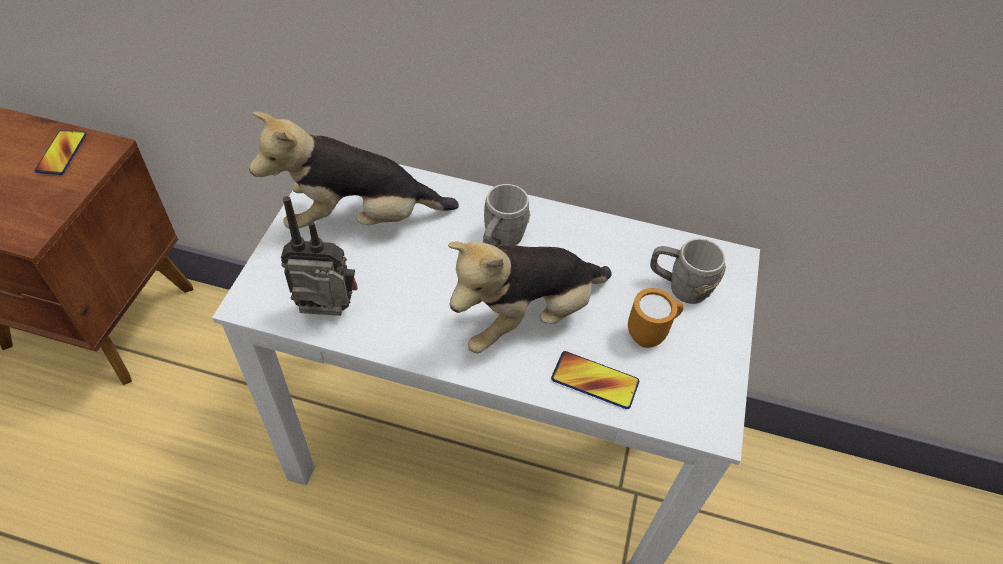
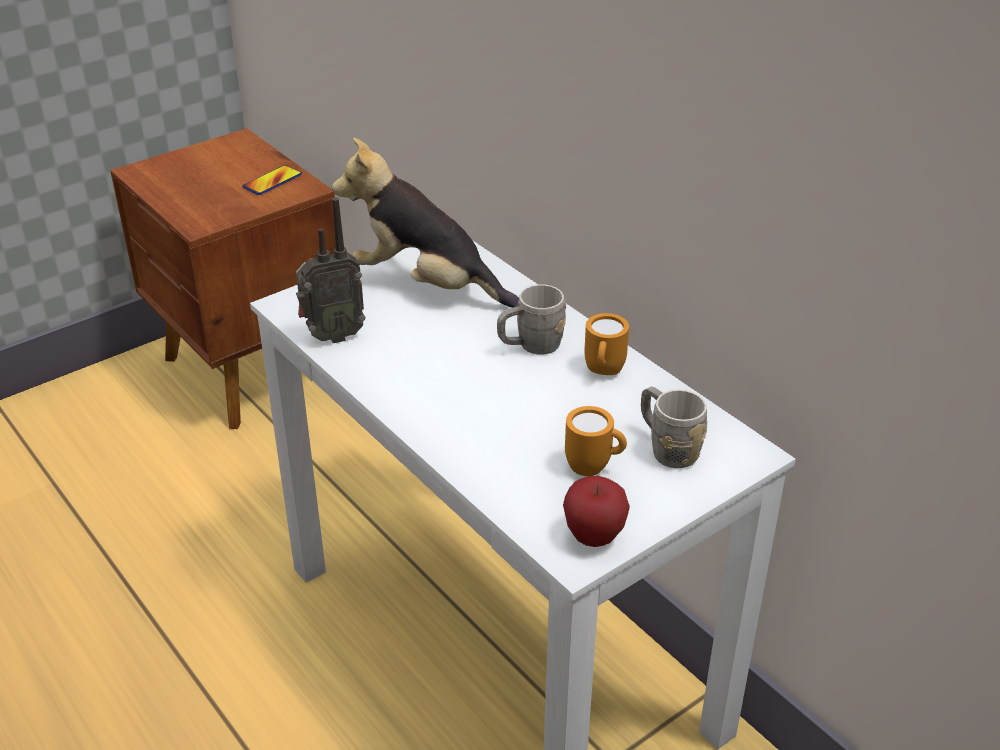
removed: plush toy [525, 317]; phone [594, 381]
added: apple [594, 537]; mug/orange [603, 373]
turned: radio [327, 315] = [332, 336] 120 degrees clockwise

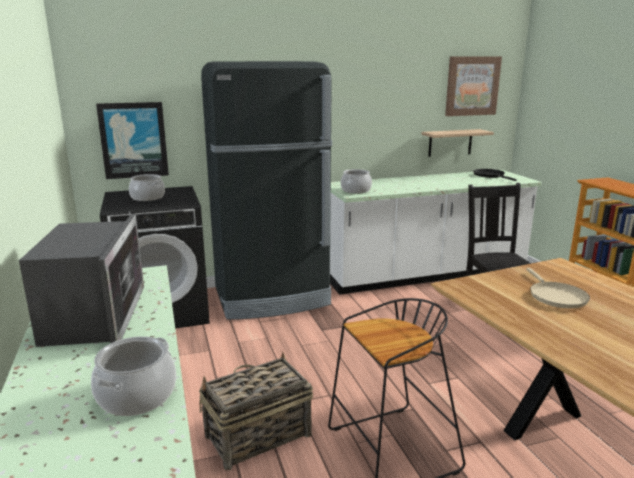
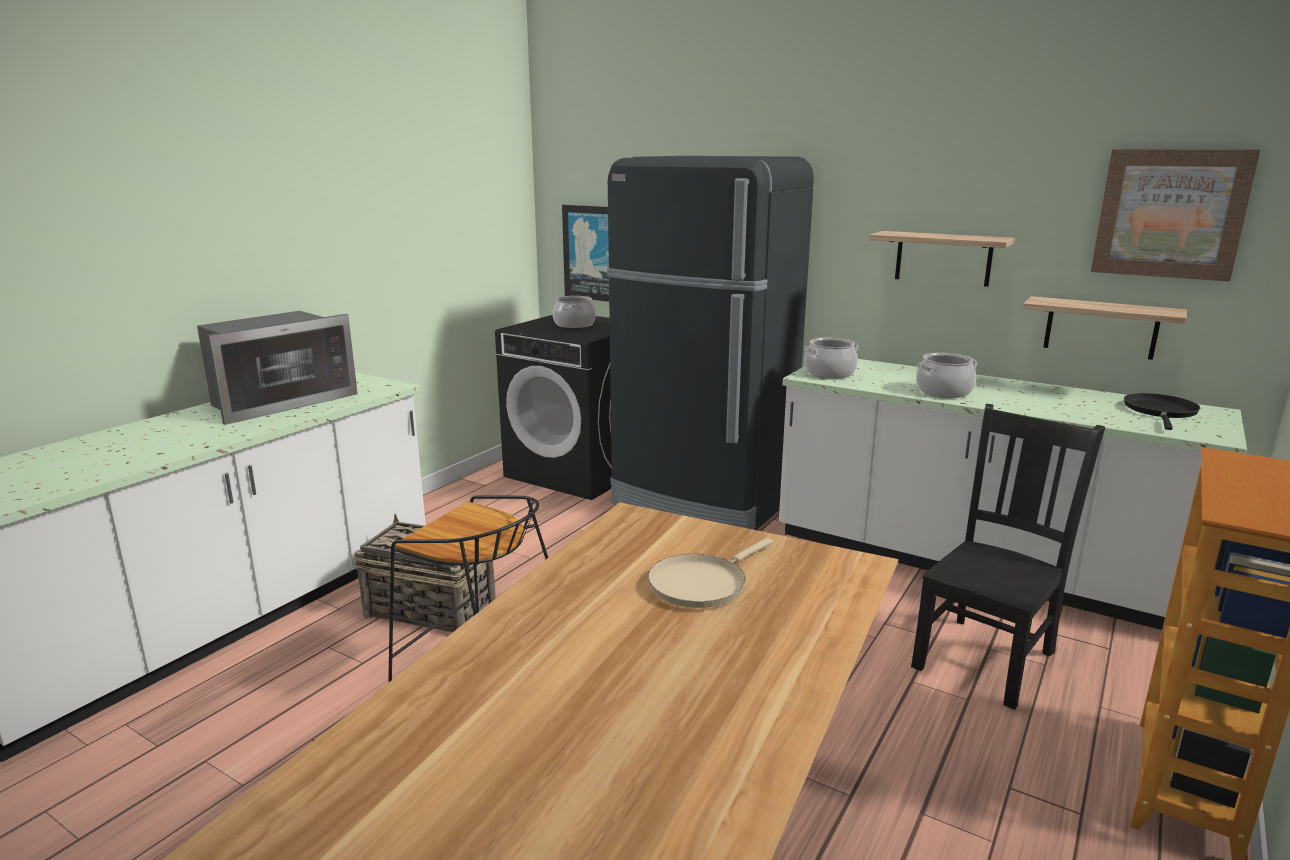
added: shelf [943, 258]
moved: cooking pot [136, 395] to [943, 391]

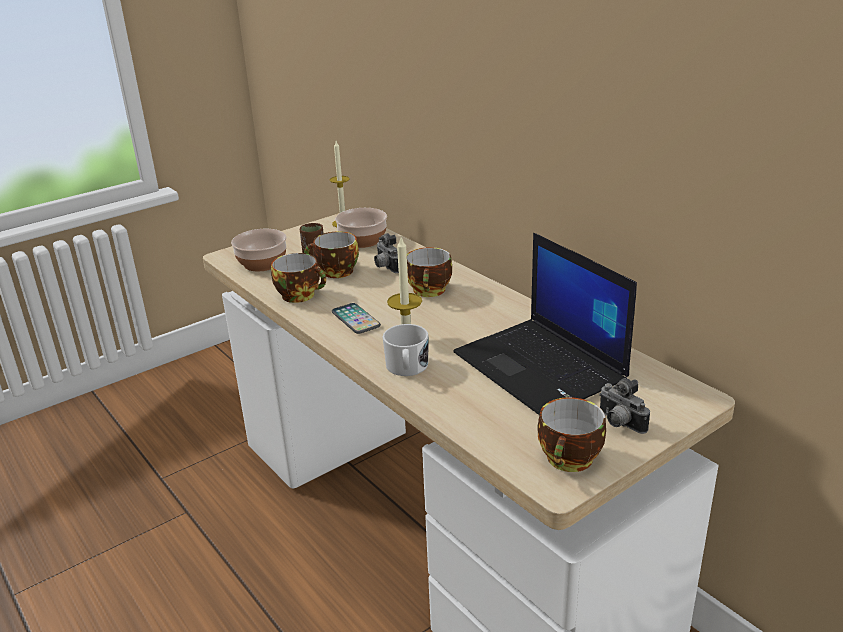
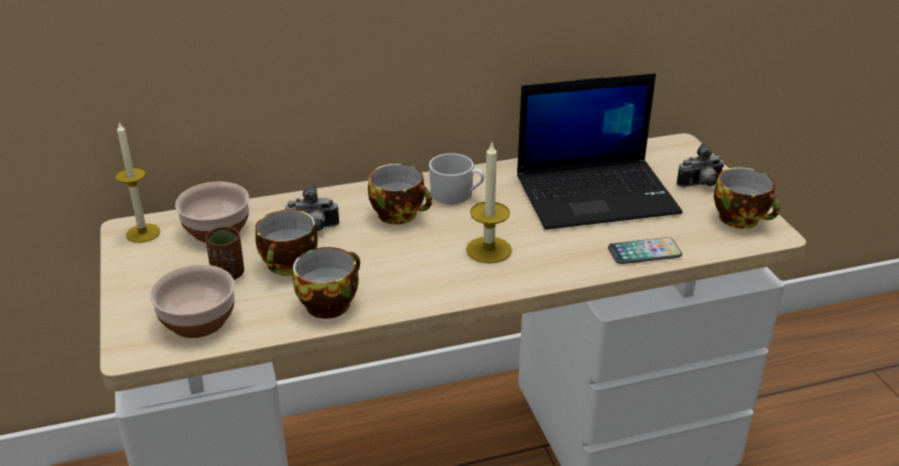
moved: phone [355, 319] to [644, 252]; mug/white [407, 368] to [457, 194]

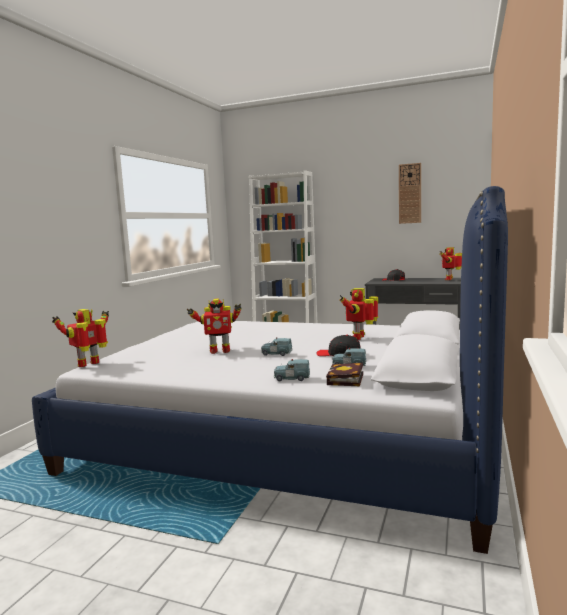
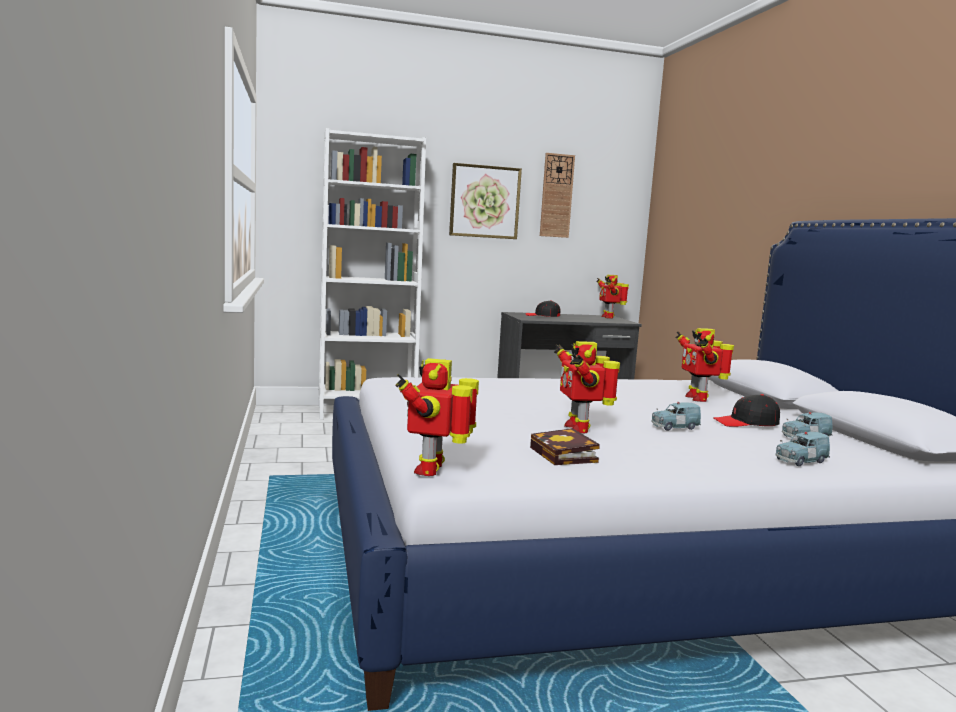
added: picture [484, 201]
moved: book [346, 380] to [566, 455]
turned: toy robot [219, 351] = [579, 428] 120 degrees clockwise

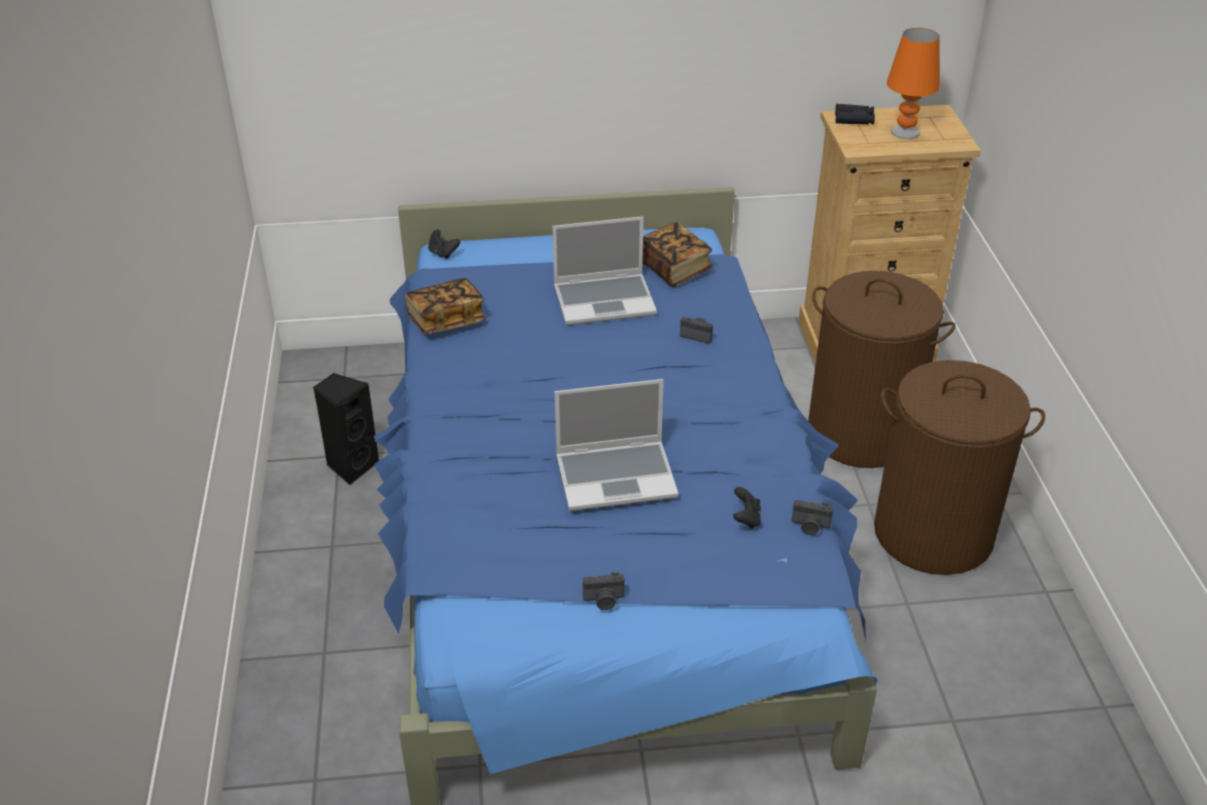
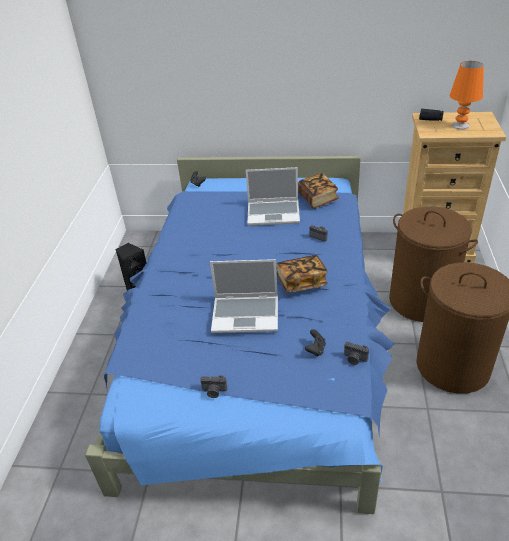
moved: book [446, 320] to [301, 282]

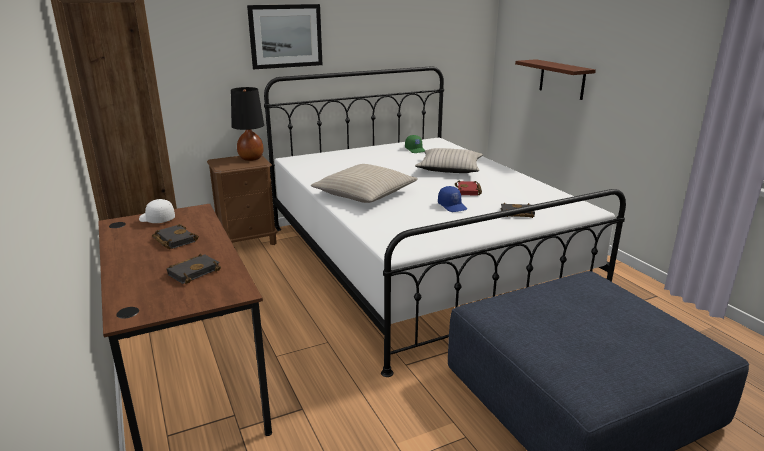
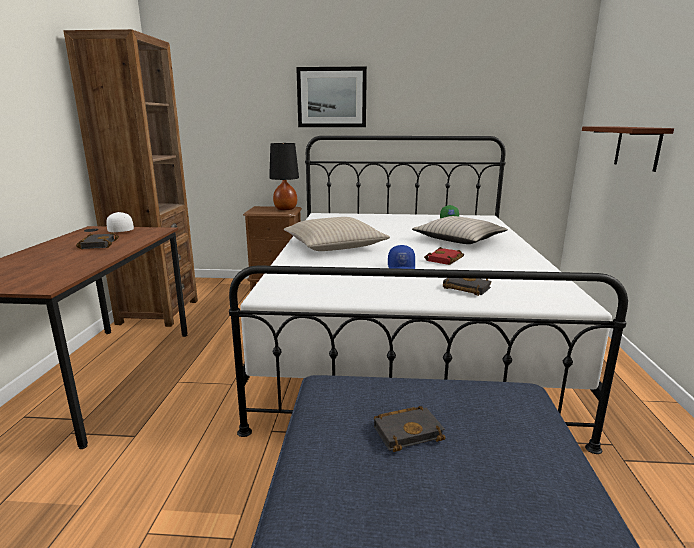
moved: book/black [194, 271] to [408, 431]

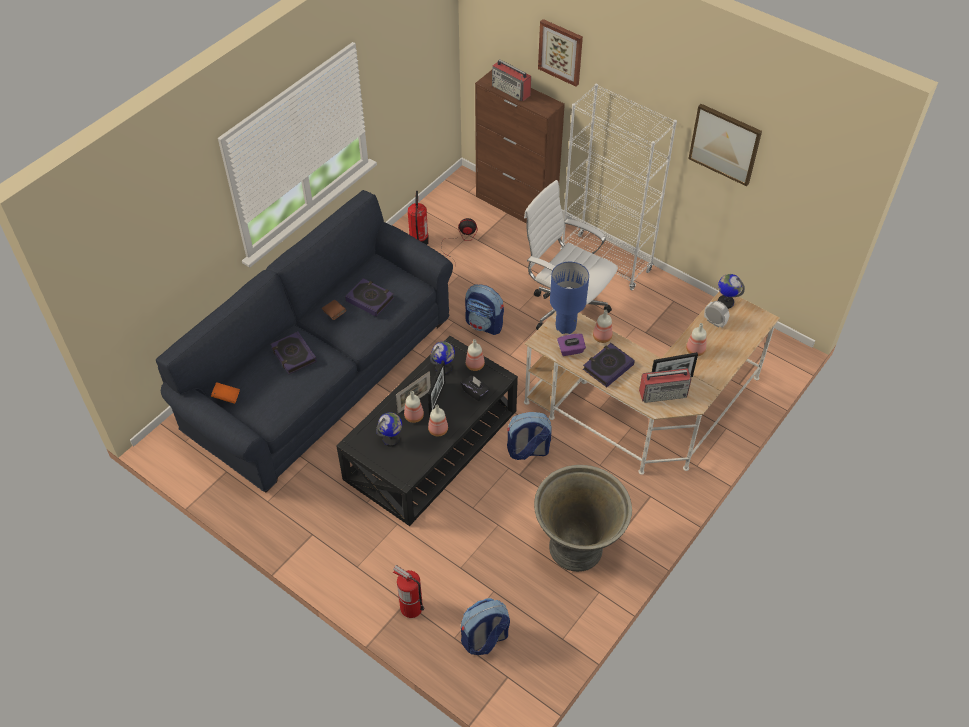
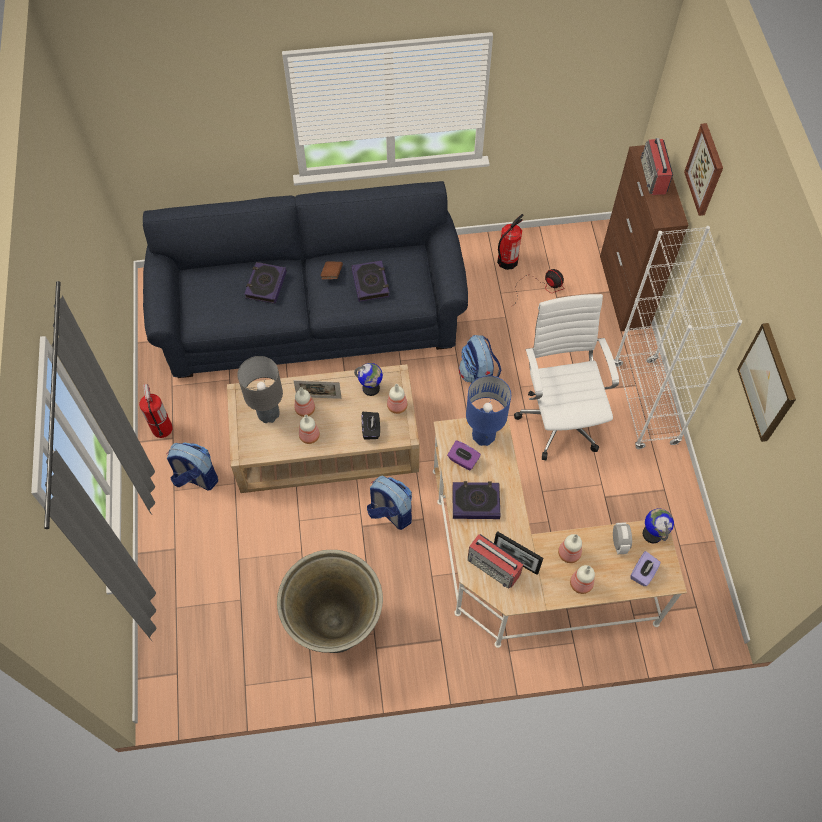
removed: book/orange [226, 397]; picture frame [437, 398]
added: tissue box/purple [643, 573]
moved: fire extinguisher [411, 607] to [162, 428]; backpack [484, 639] to [196, 478]; bottle [602, 337] to [580, 584]
replaced: globe [391, 439] to table lamp/grey [268, 414]
recoloured: coffee table/black [430, 444] to coffee table/beige [326, 441]

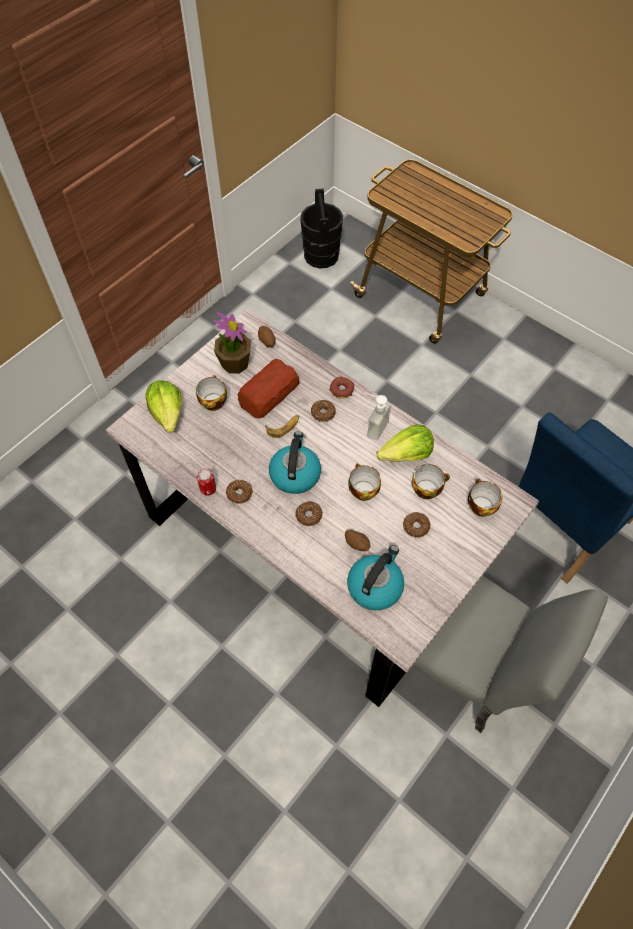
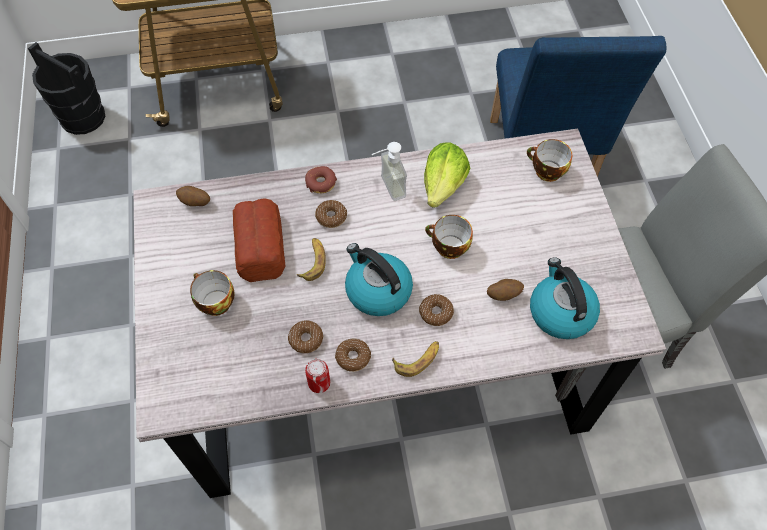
removed: lettuce [168, 414]; potted plant [235, 363]; cup [427, 488]
added: banana [417, 359]
moved: donut [416, 526] to [306, 339]

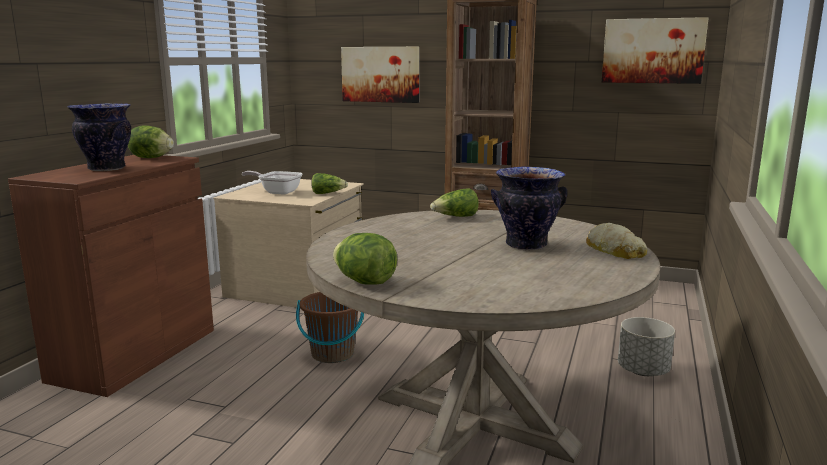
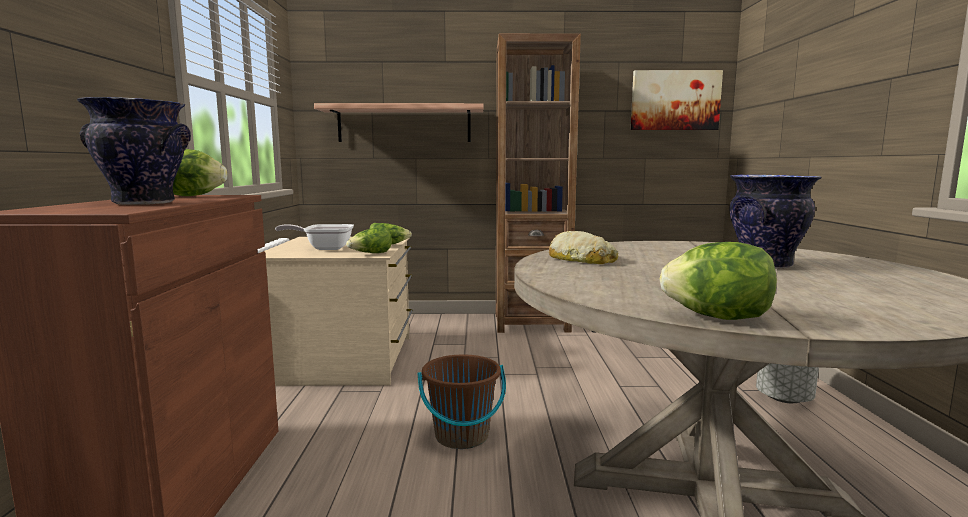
moved: lettuce [455, 217] to [371, 254]; bread [615, 250] to [581, 259]
replaced: picture [380, 74] to shelf [404, 124]

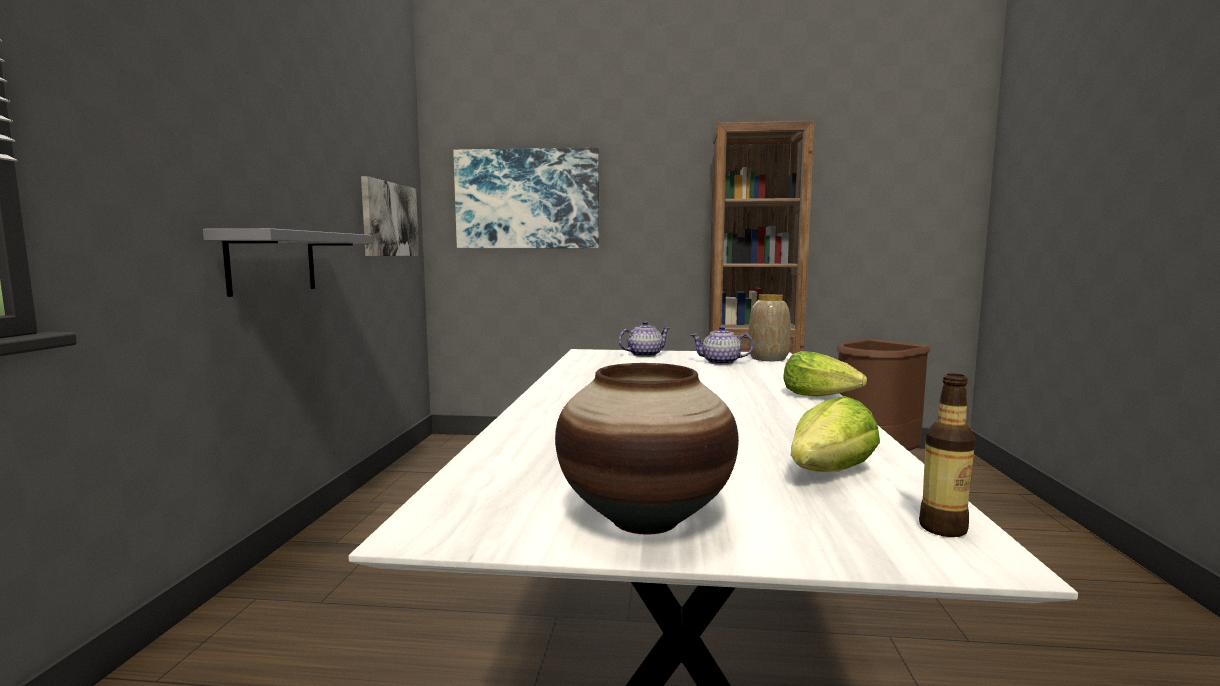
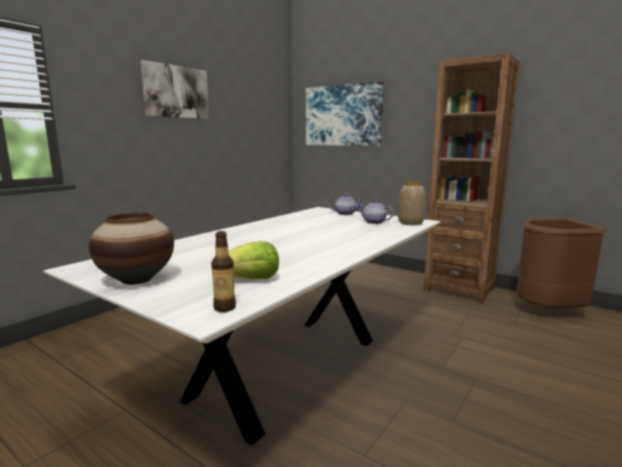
removed: shelf/grey [272, 262]; lettuce [820, 396]
moved: picture [389, 219] to [176, 92]

